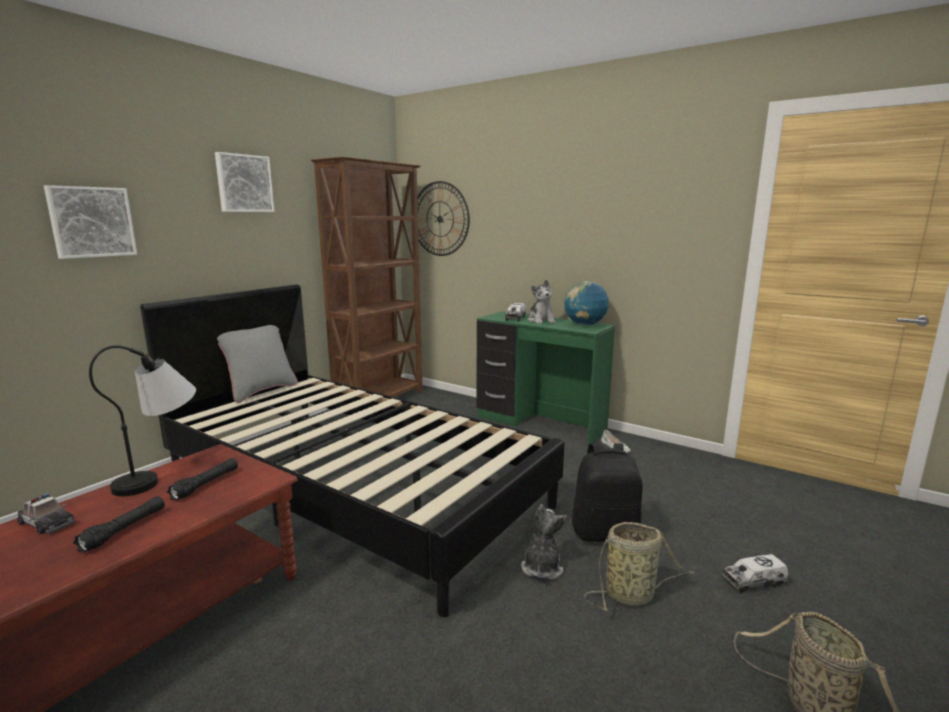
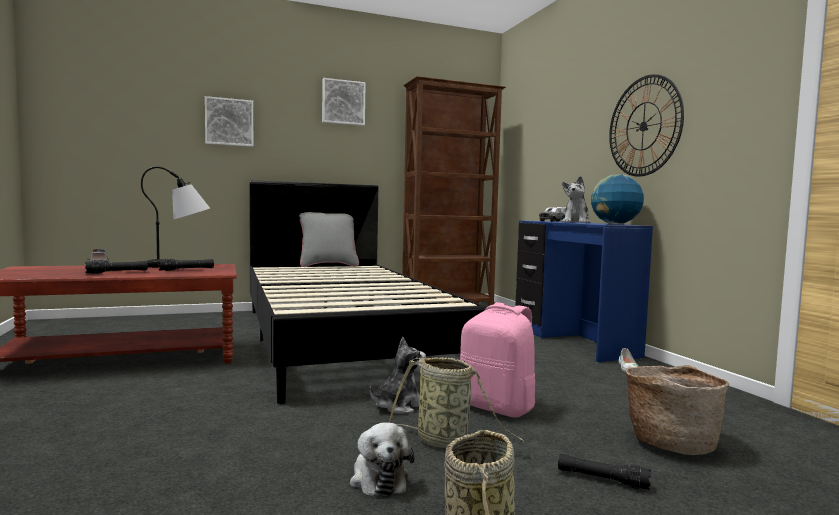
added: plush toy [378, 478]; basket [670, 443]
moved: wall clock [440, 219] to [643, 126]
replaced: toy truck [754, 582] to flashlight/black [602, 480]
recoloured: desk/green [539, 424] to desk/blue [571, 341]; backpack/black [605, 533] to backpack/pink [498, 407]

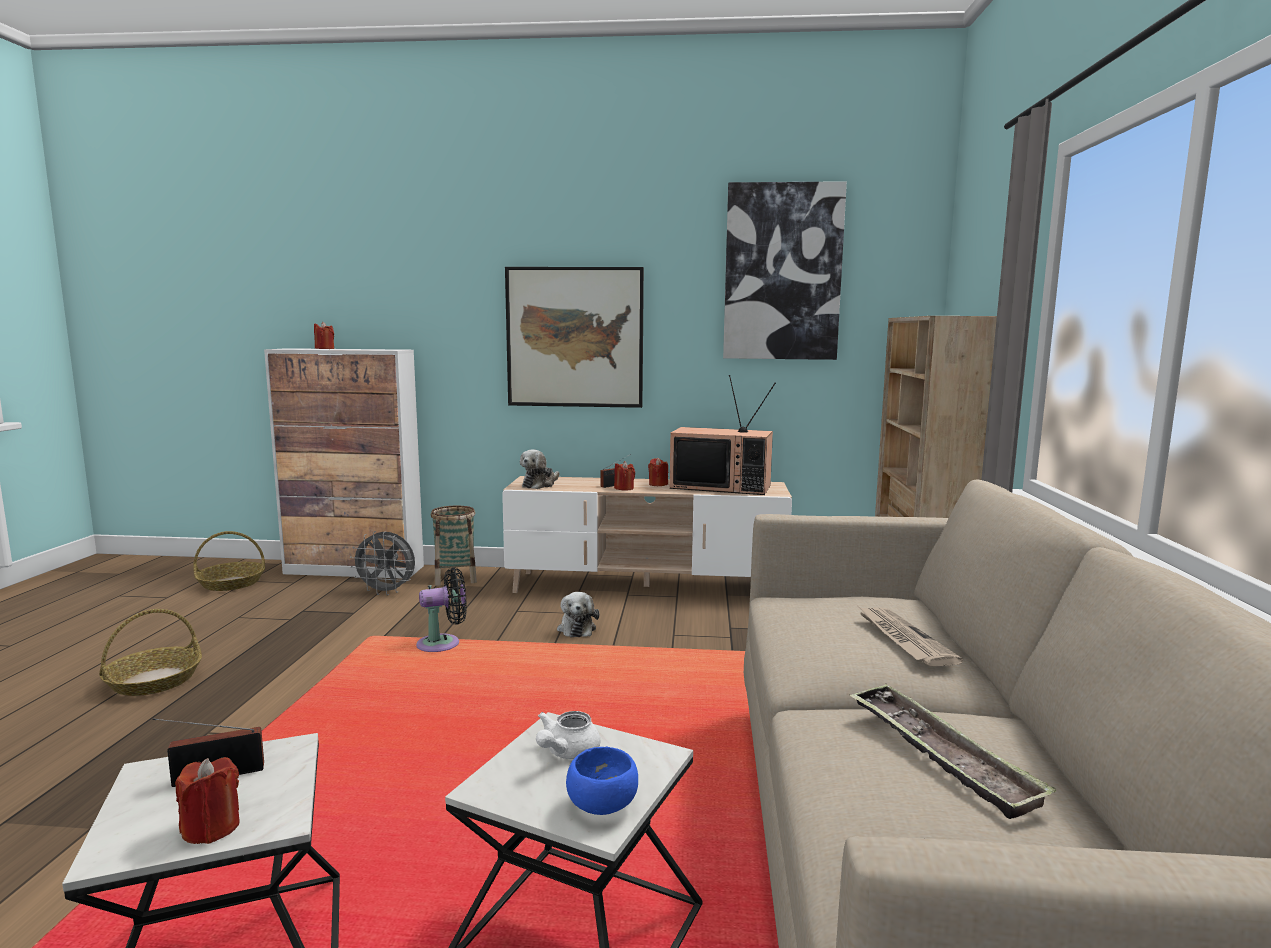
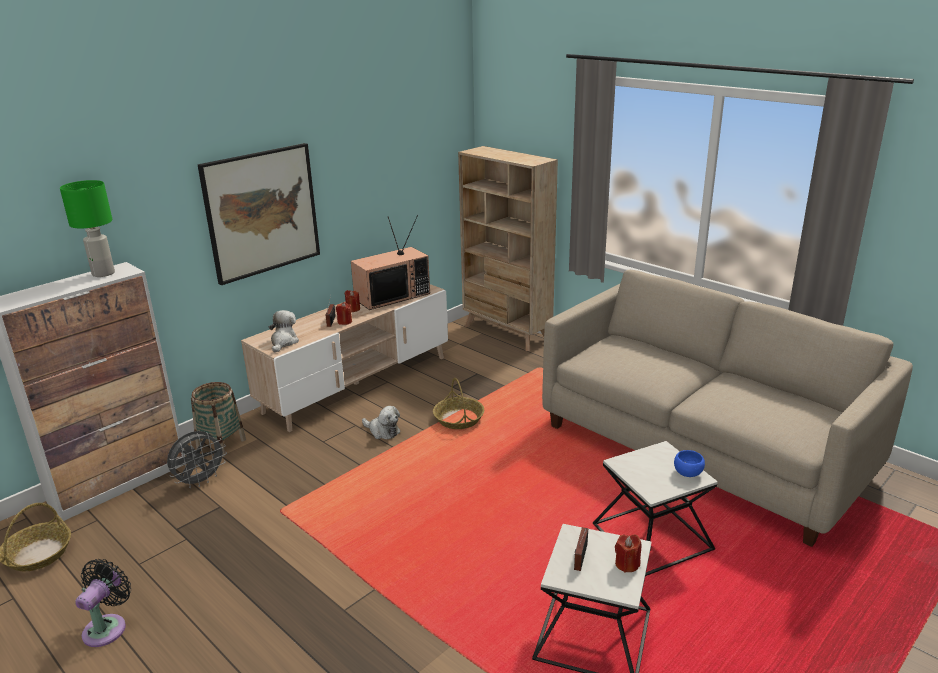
removed: candle/red [324, 348]; teapot/white [566, 752]; picture [782, 272]; tray [939, 754]; newspaper [902, 639]
added: table lamp/green [103, 274]
moved: basket [154, 681] to [458, 419]; fan/black [443, 644] to [107, 627]
turned: plush toy [540, 484] = [283, 342] 150 degrees counterclockwise

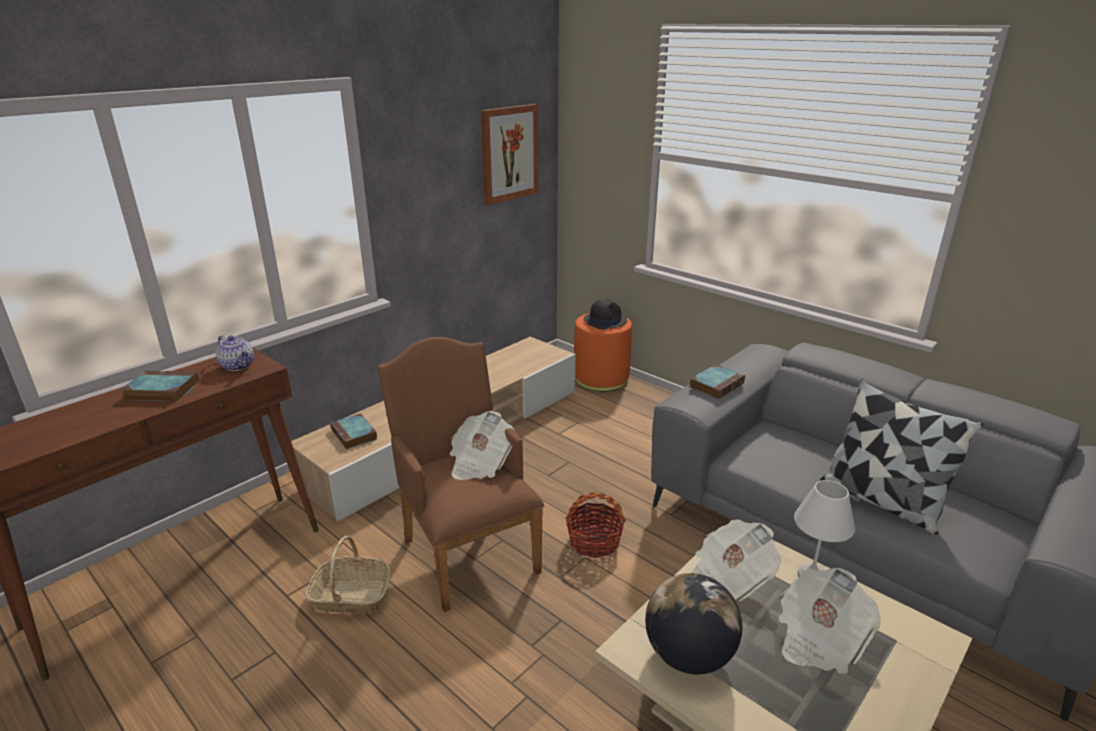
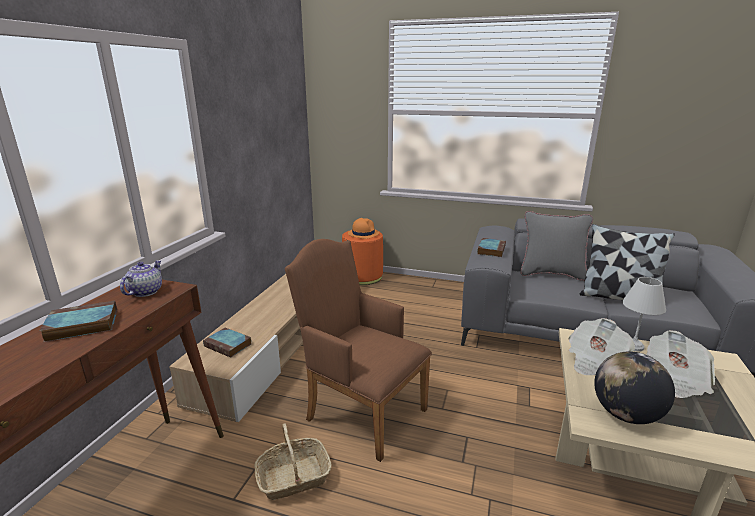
removed: newspaper [480, 462]; picture [509, 154]; basket [594, 541]
added: pillow/grey [551, 274]
recoloured: hat/black [605, 320] to hat/orange [363, 233]
turned: teapot [238, 366] = [145, 291] 90 degrees counterclockwise

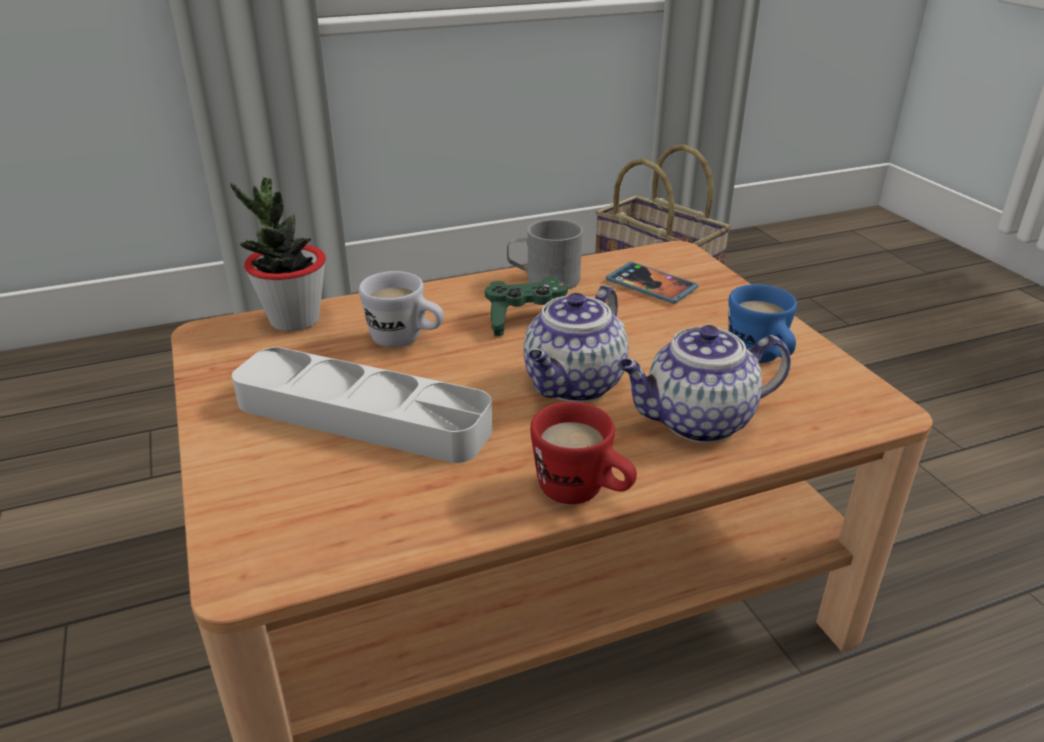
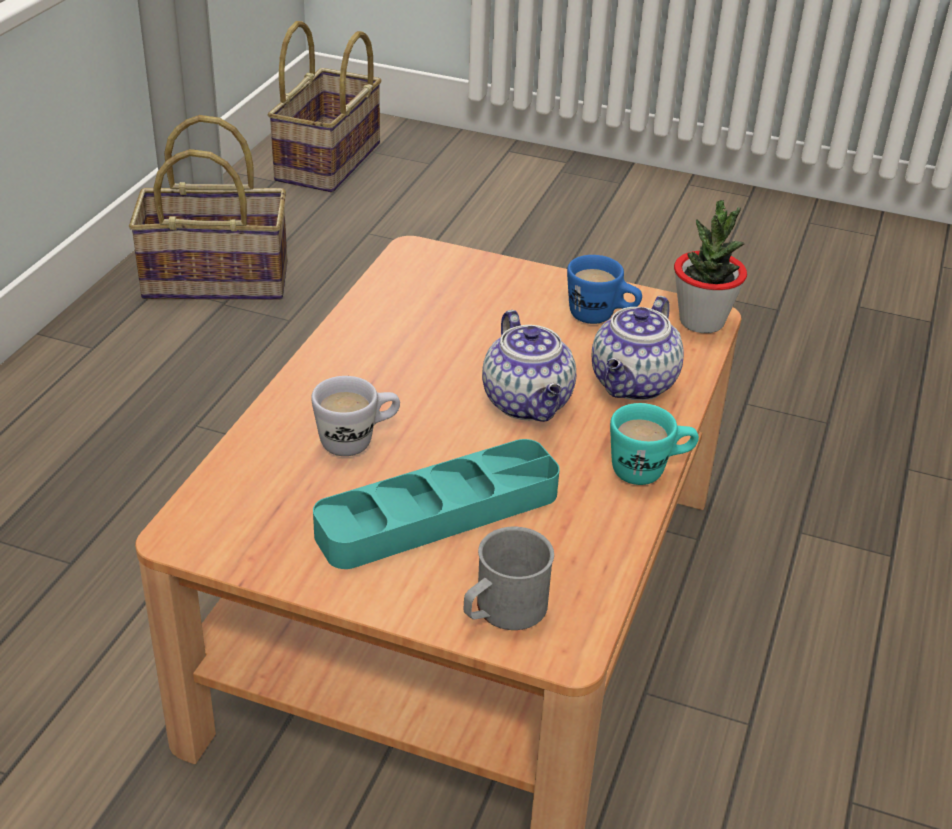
removed: game controller/green [528, 320]; phone [651, 285]
added: basket [330, 163]
moved: potted plant [294, 320] to [701, 322]; mug/grey [544, 279] to [502, 611]
recoloured: tray/grey [362, 415] to tray/turquoise [438, 514]; mug/red [583, 494] to mug/turquoise [649, 471]

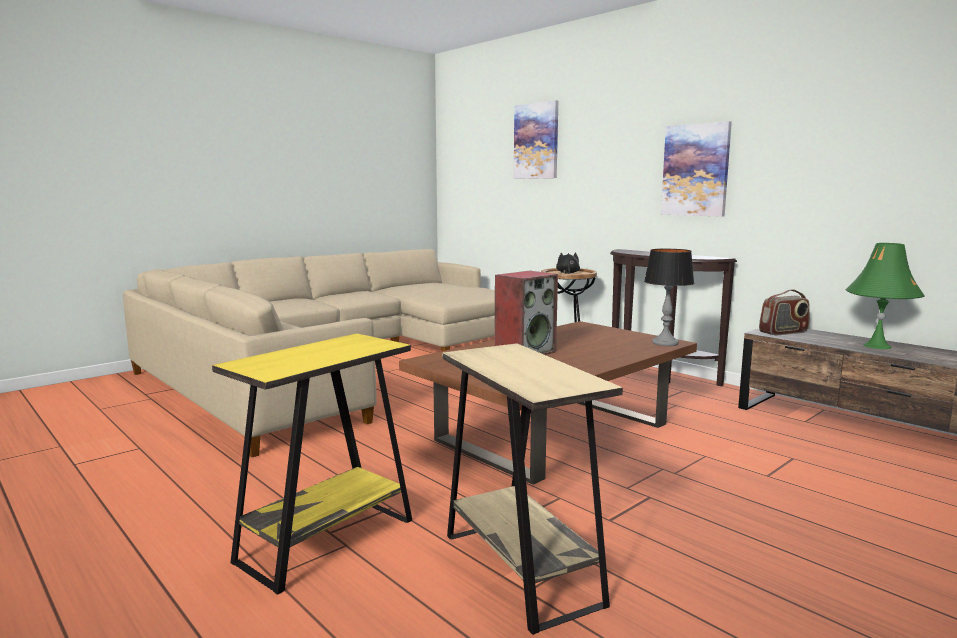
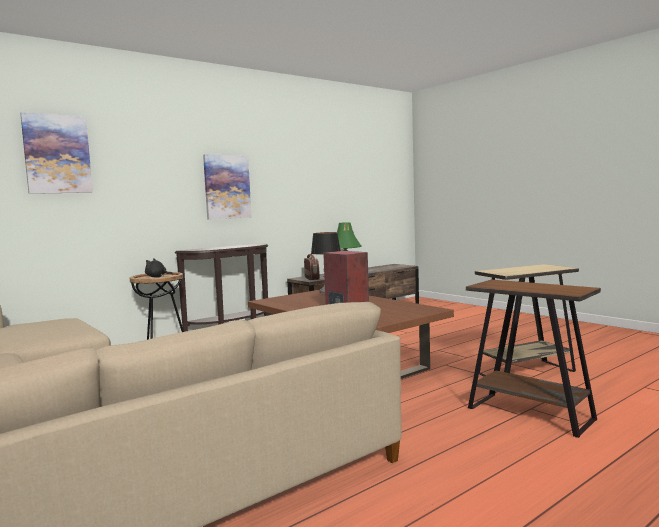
recoloured: side table/yellow [326, 541] to side table/brown [530, 414]

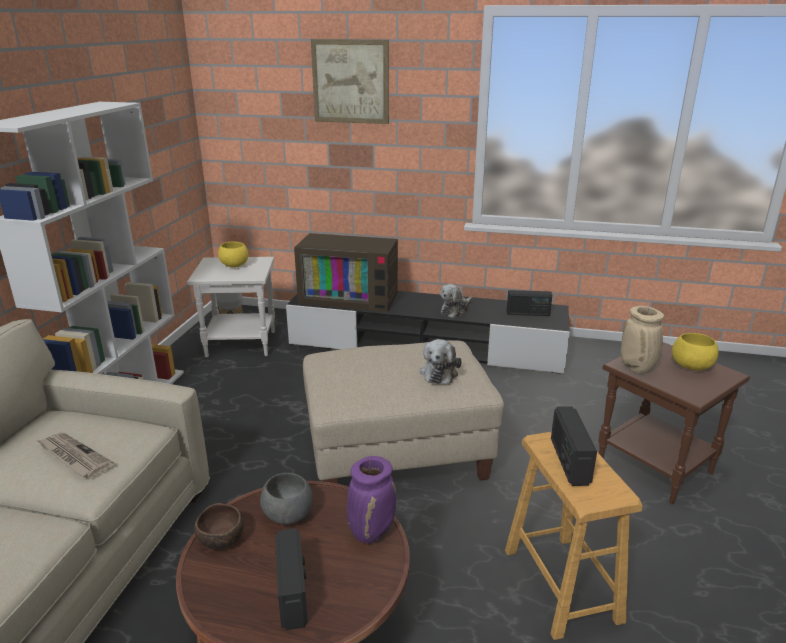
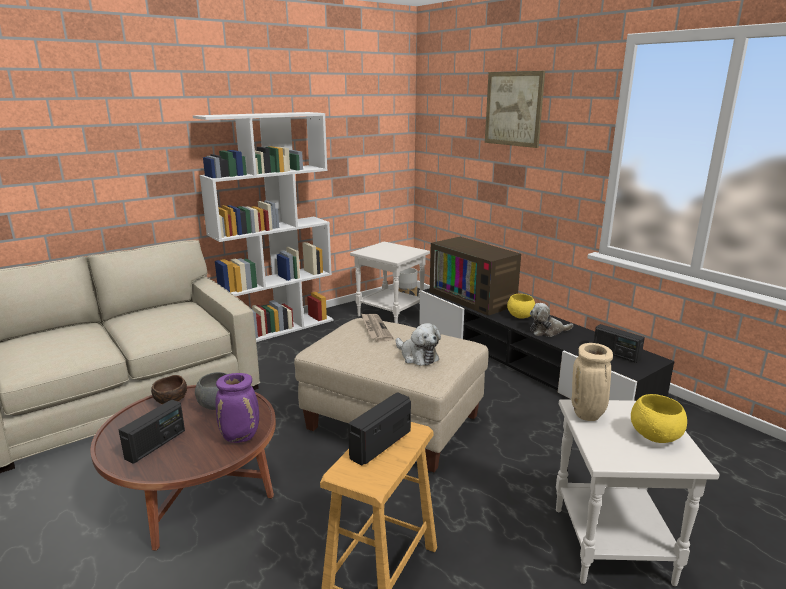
moved: newspaper [73, 457] to [375, 329]; bowl/yellow [234, 266] to [520, 317]
recoloured: side table/brown [656, 466] to side table/white [614, 546]
turned: plush toy [439, 372] = [417, 356] 90 degrees counterclockwise

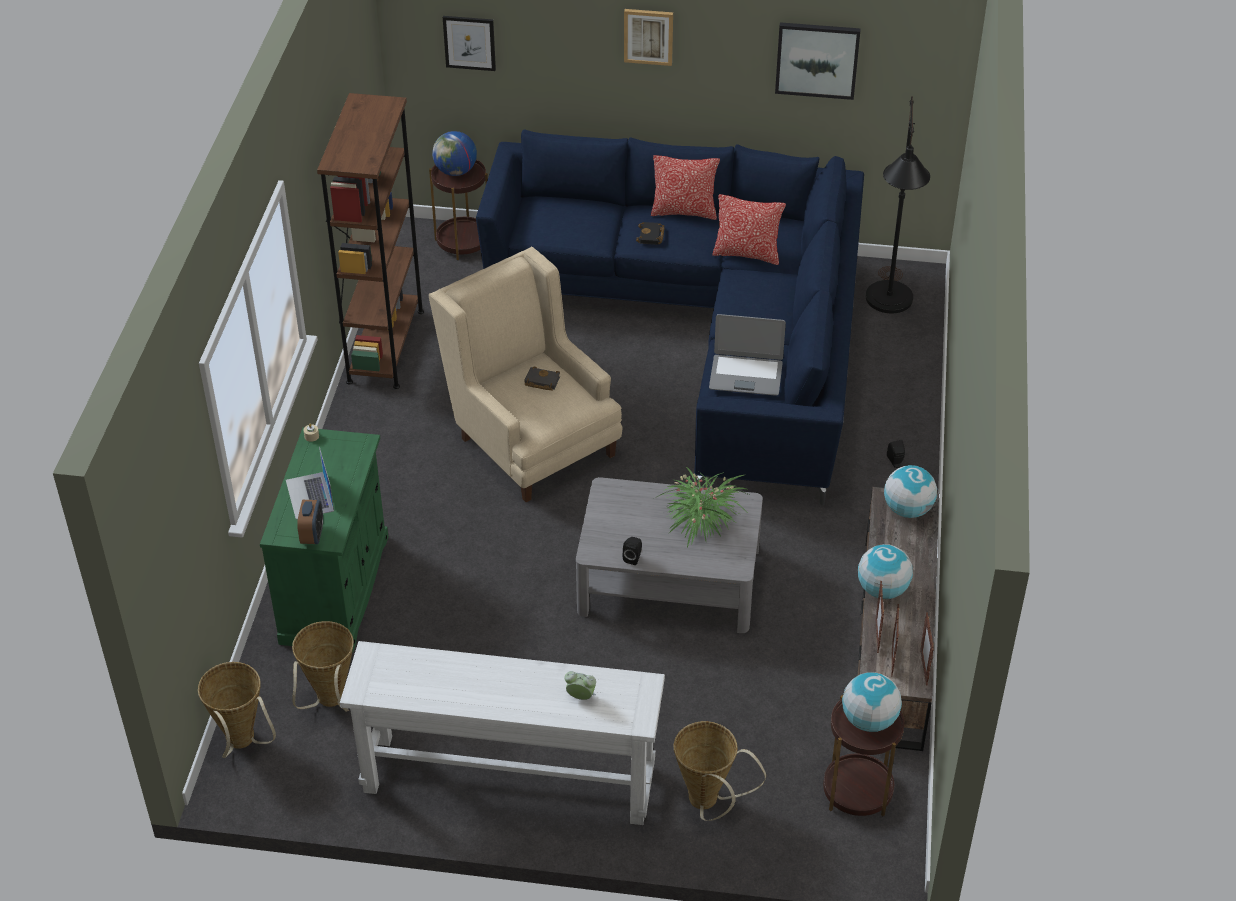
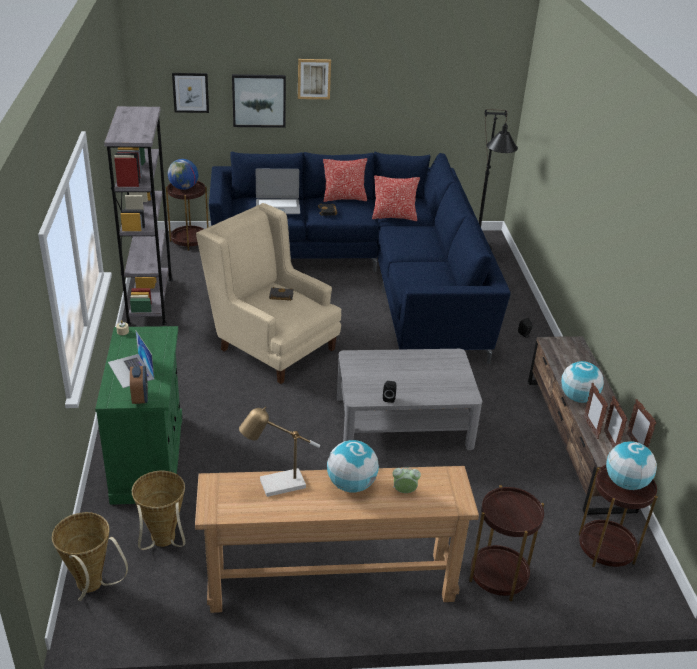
removed: potted plant [701, 519]
added: table lamp [276, 486]
moved: laptop [746, 375] to [277, 207]; picture [817, 59] to [259, 100]; globe [907, 509] to [351, 485]
replaced: basket [708, 803] to side table/brown [498, 576]
recoloured: bookcase/brown [385, 346] to bookcase/grey [150, 301]; console table/white [508, 778] to console table/brown [331, 581]

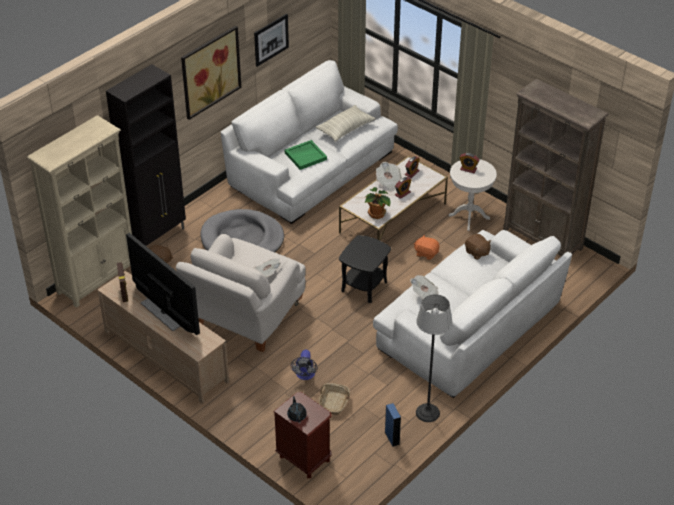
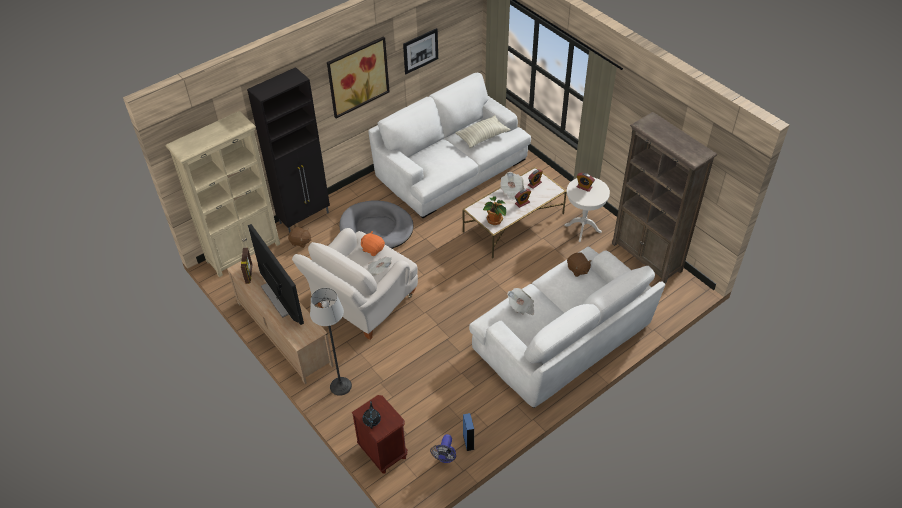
removed: tray/green [305, 156]; basket [334, 403]; side table/black [364, 286]
moved: fan [305, 375] to [445, 457]; plush toy/orange [426, 253] to [373, 249]; floor lamp [427, 413] to [340, 386]

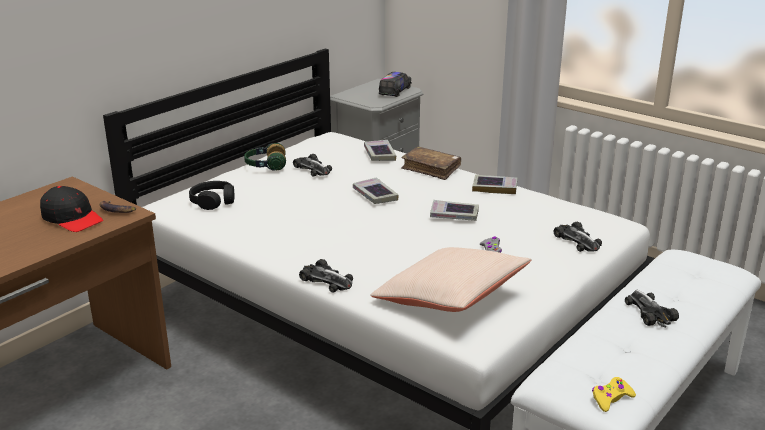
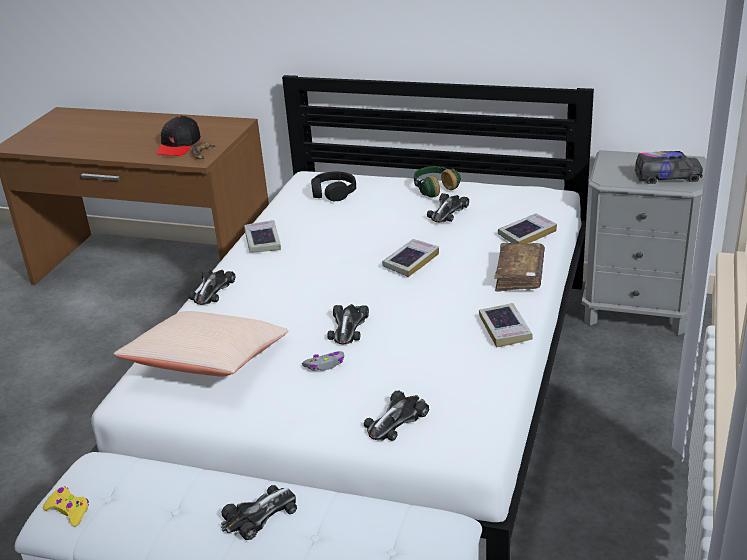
added: toy car [348, 327]
moved: book [454, 215] to [262, 241]

